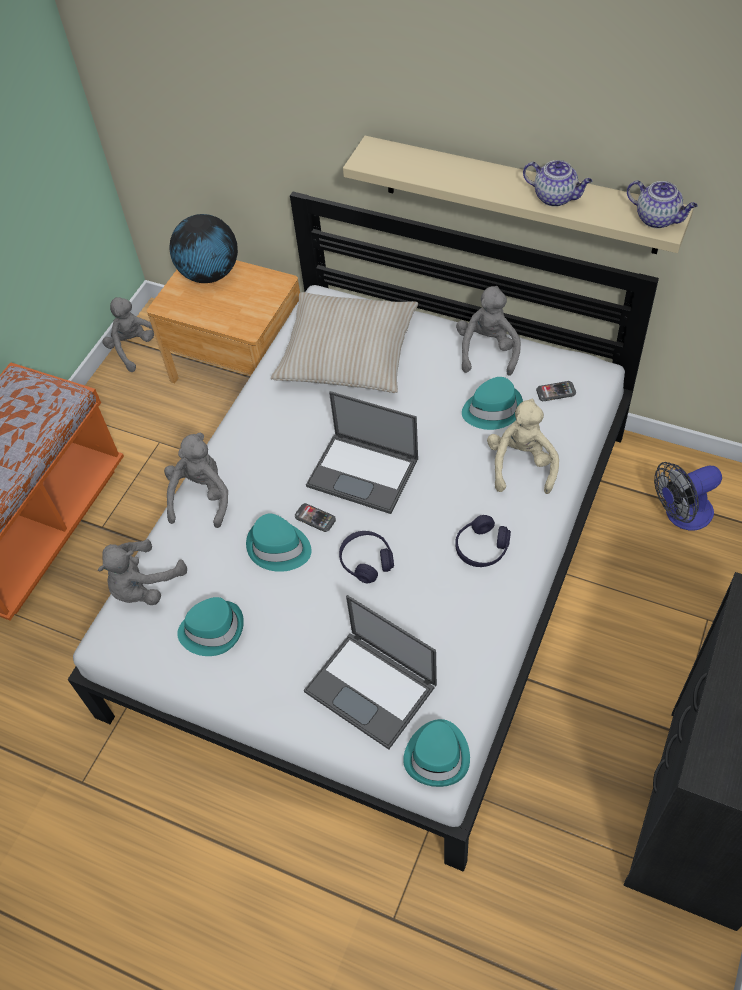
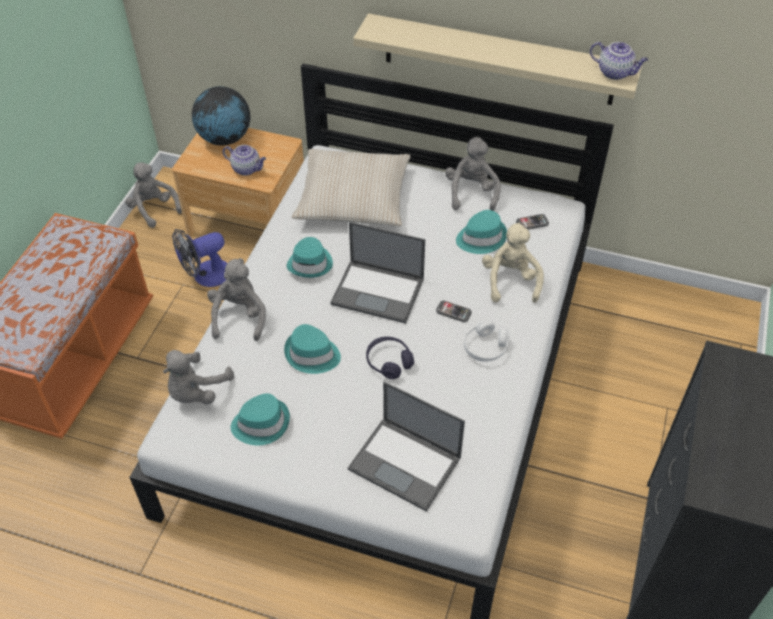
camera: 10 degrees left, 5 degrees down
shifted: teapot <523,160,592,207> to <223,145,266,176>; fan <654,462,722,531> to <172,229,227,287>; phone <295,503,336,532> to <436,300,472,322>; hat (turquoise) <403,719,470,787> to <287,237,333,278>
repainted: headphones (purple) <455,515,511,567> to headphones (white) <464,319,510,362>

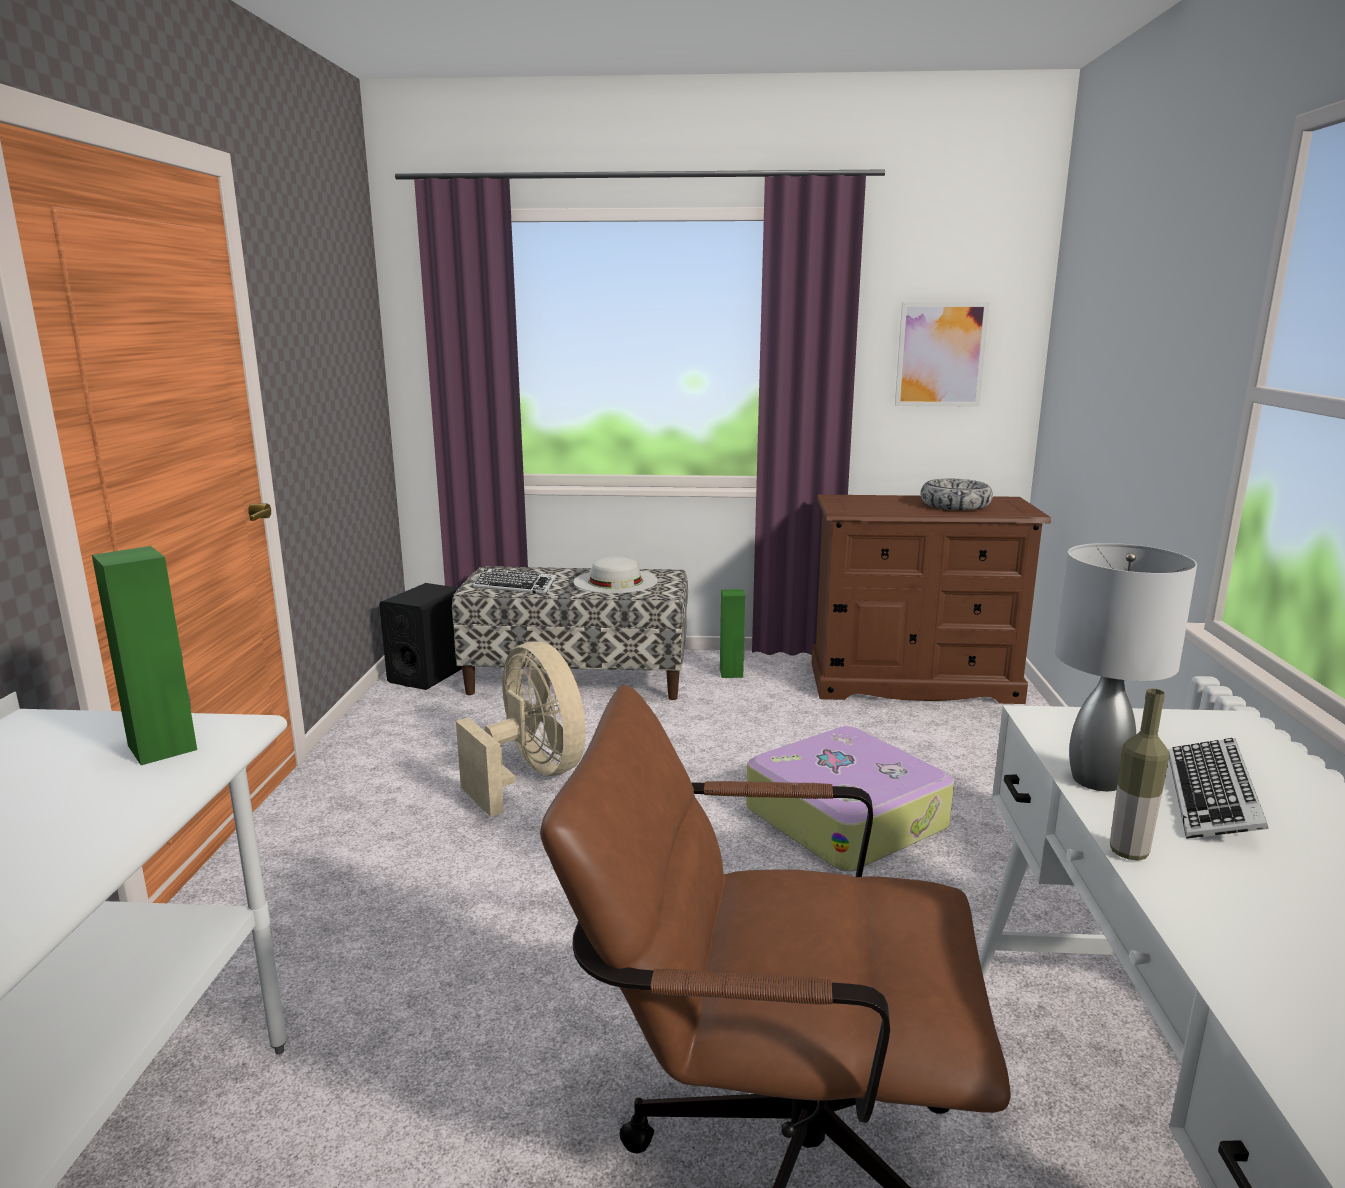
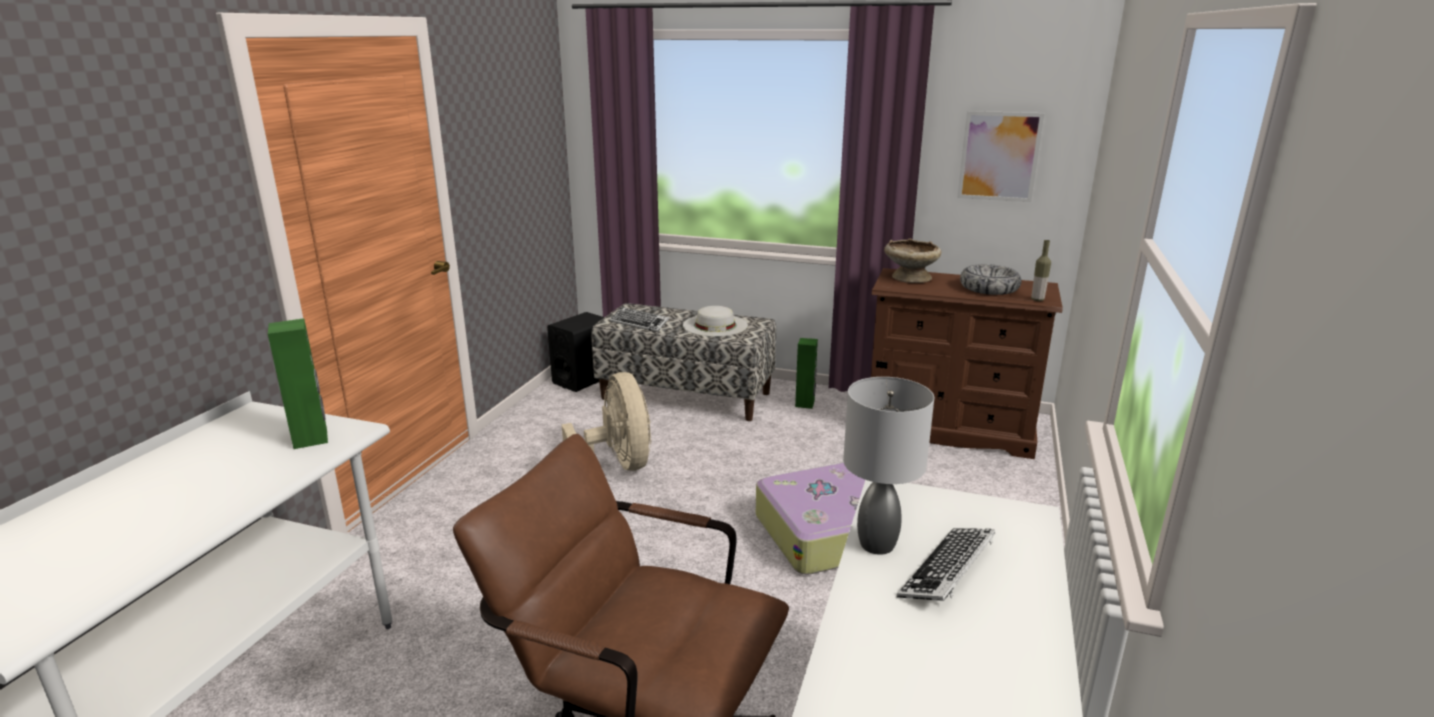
camera: 15 degrees right, 5 degrees up
new: bowl (beige) <884,238,941,283>
shifted: bottle <1110,689,1169,861> to <1031,240,1051,301>

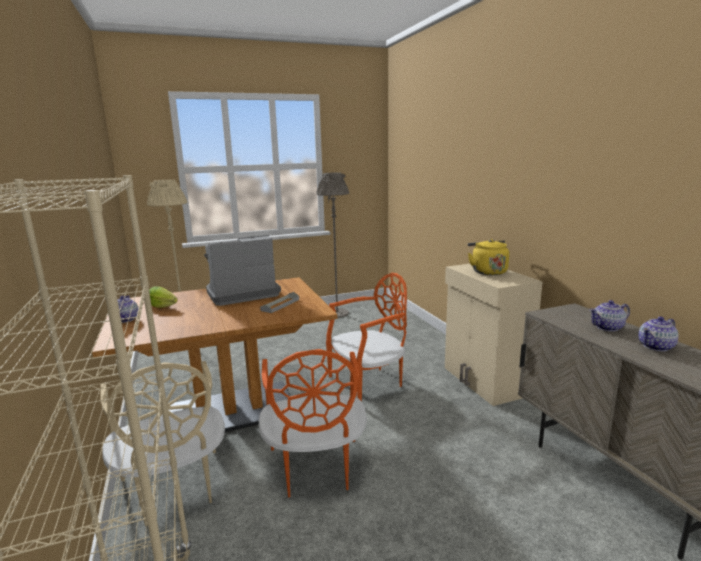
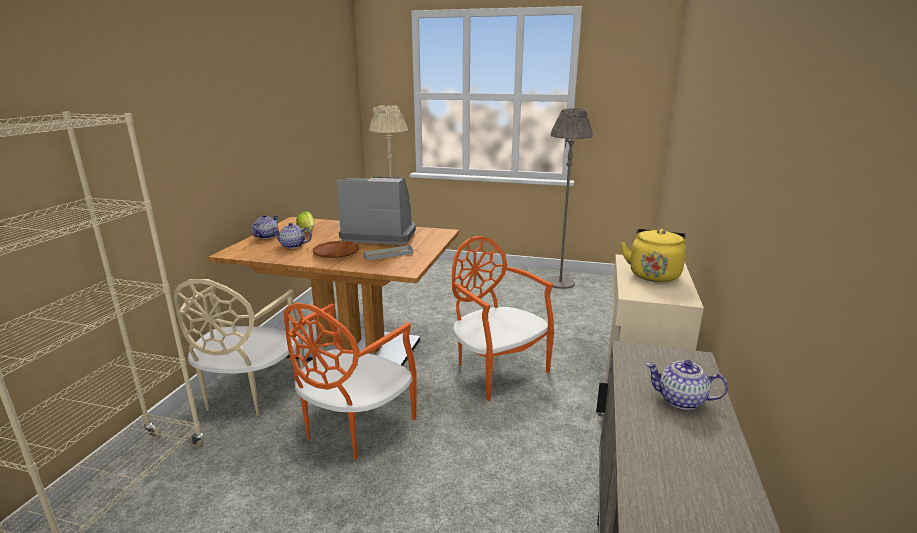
camera: 35 degrees right, 5 degrees up
new: plate (brown) <313,241,359,258>
shifted: teapot <638,316,679,351> to <272,223,312,249>
rotated: chair (orange) <326,273,407,401> = <452,236,554,401> 135 degrees counterclockwise

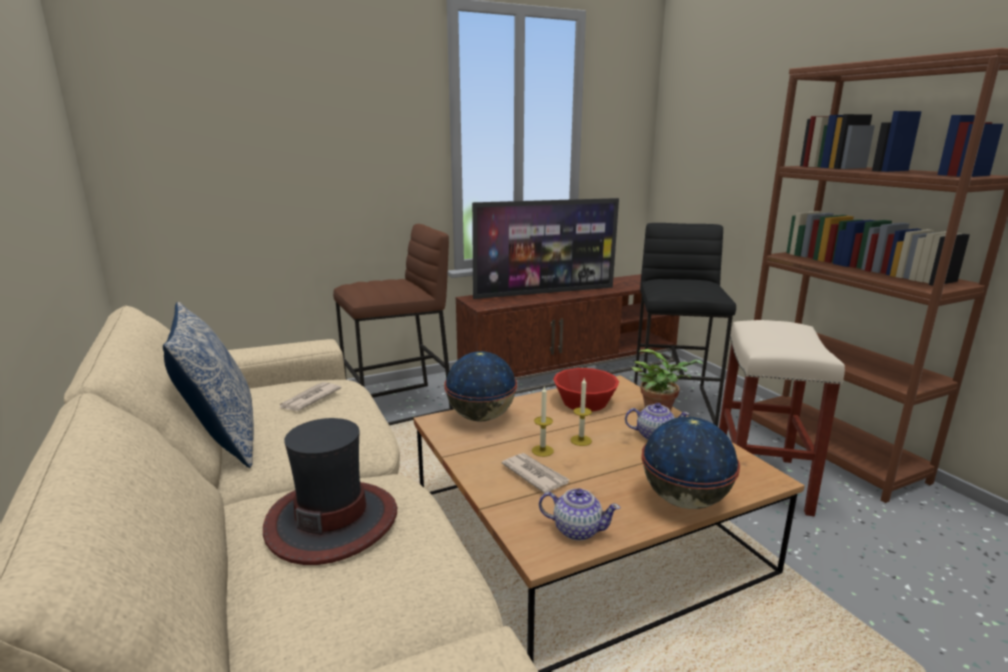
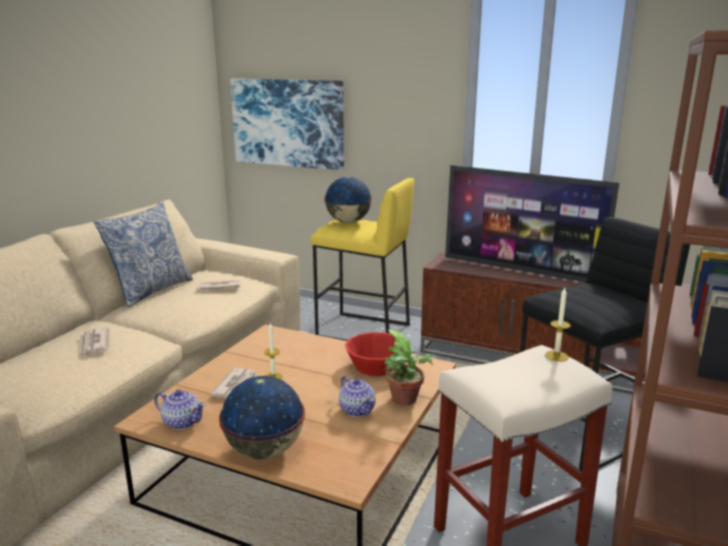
camera: 50 degrees right, 0 degrees up
new: picture <230,79,344,170>
shifted: globe <444,351,517,421> to <324,177,372,223>; candle <571,378,592,446> to <545,288,571,362>
swapped: hat <263,418,397,565> to newspaper <80,327,109,357>
repainted: stool (brown) <333,224,454,425> to stool (yellow) <310,178,414,341>
rotated: teapot <539,488,620,541> = <154,390,206,430> 45 degrees counterclockwise

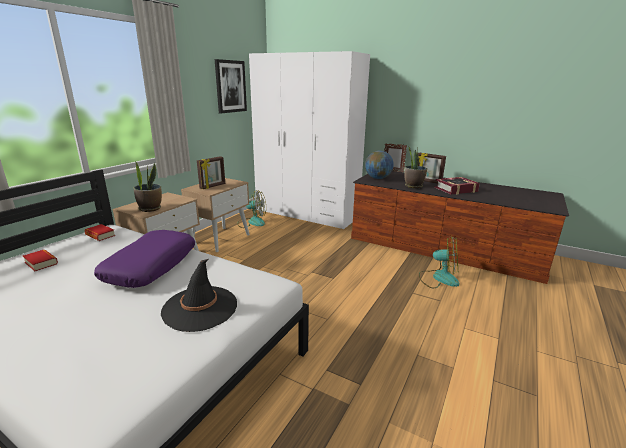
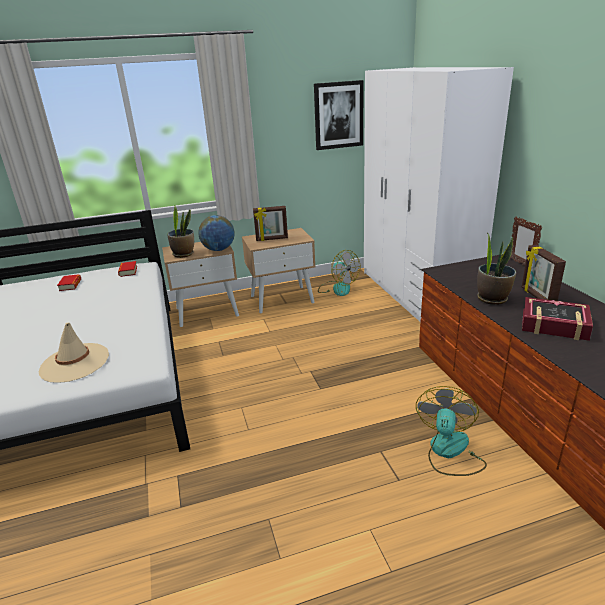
camera: 45 degrees right, 5 degrees up
gone: pillow (purple) <94,230,195,288>
shifted: globe <365,150,394,179> to <198,215,235,251>
repainted: hat (black) <161,259,237,332> to hat (beige) <39,322,109,383>
rotated: fan <419,235,459,288> = <416,386,487,476> 135 degrees counterclockwise

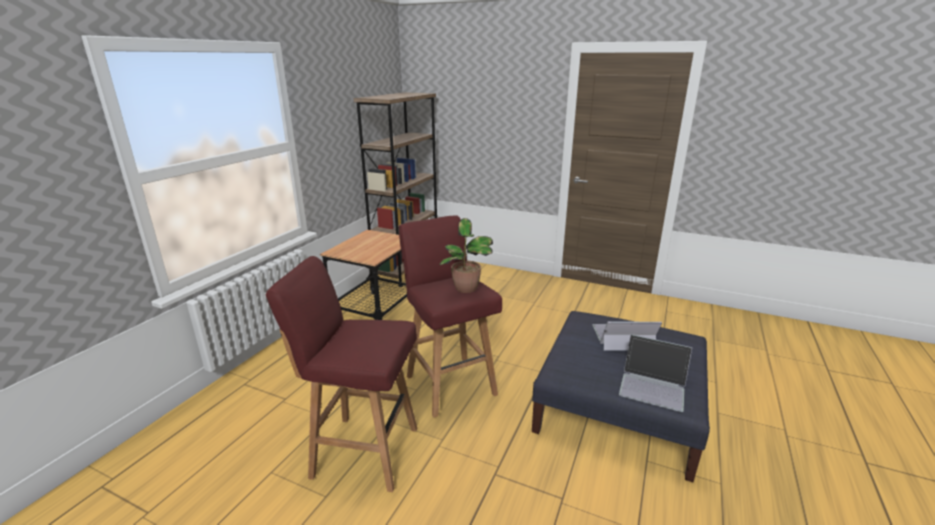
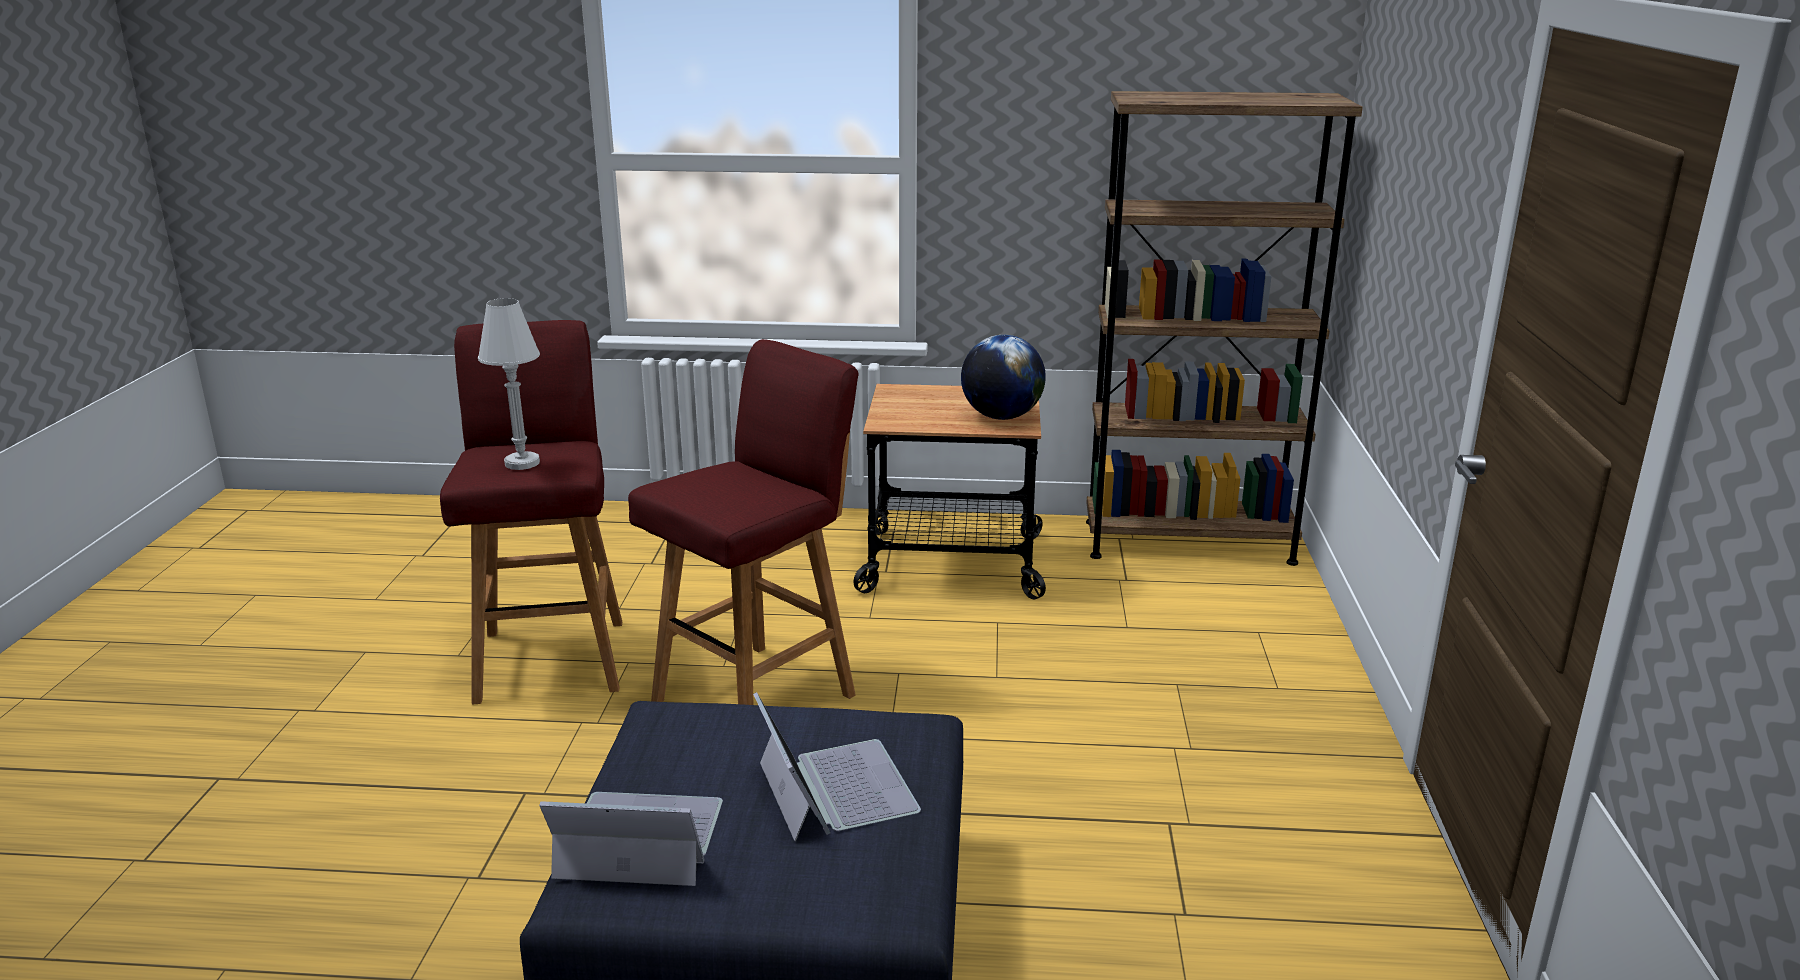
camera: 70 degrees right, 0 degrees up
gone: potted plant <439,218,493,293>
new: table lamp (white) <478,298,540,470>; globe <961,335,1046,420>
rotated: laptop <619,334,692,412> = <539,792,723,886> 90 degrees clockwise

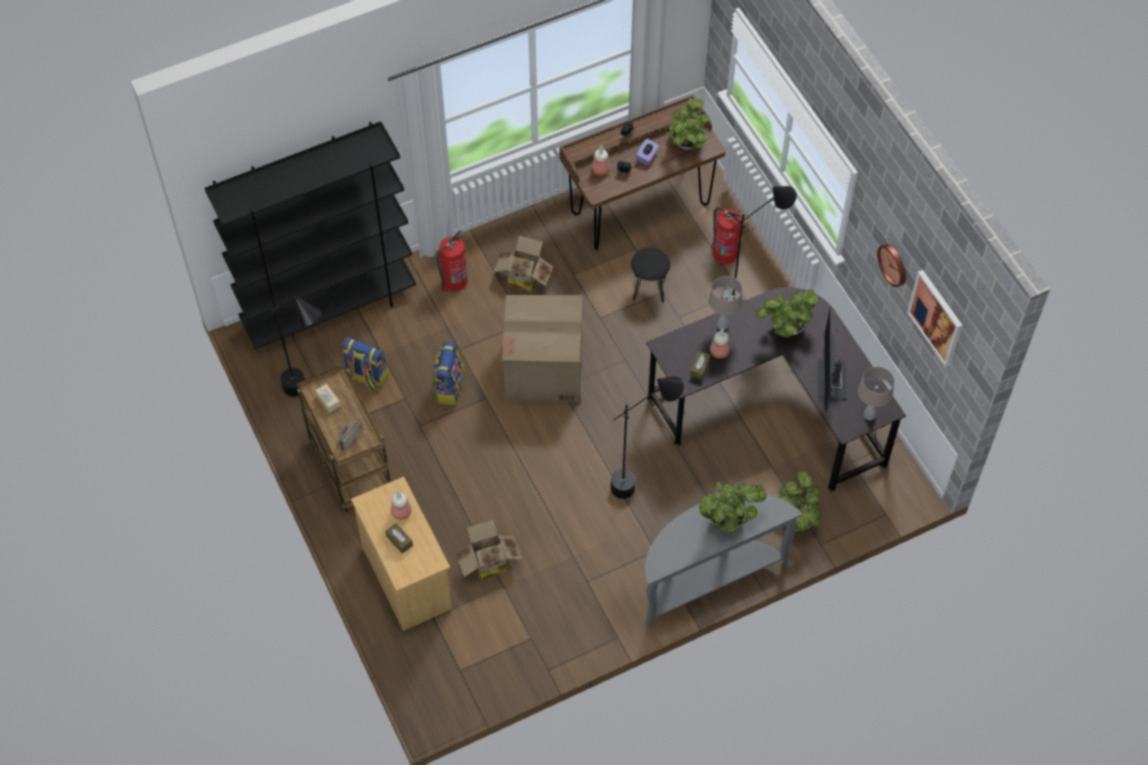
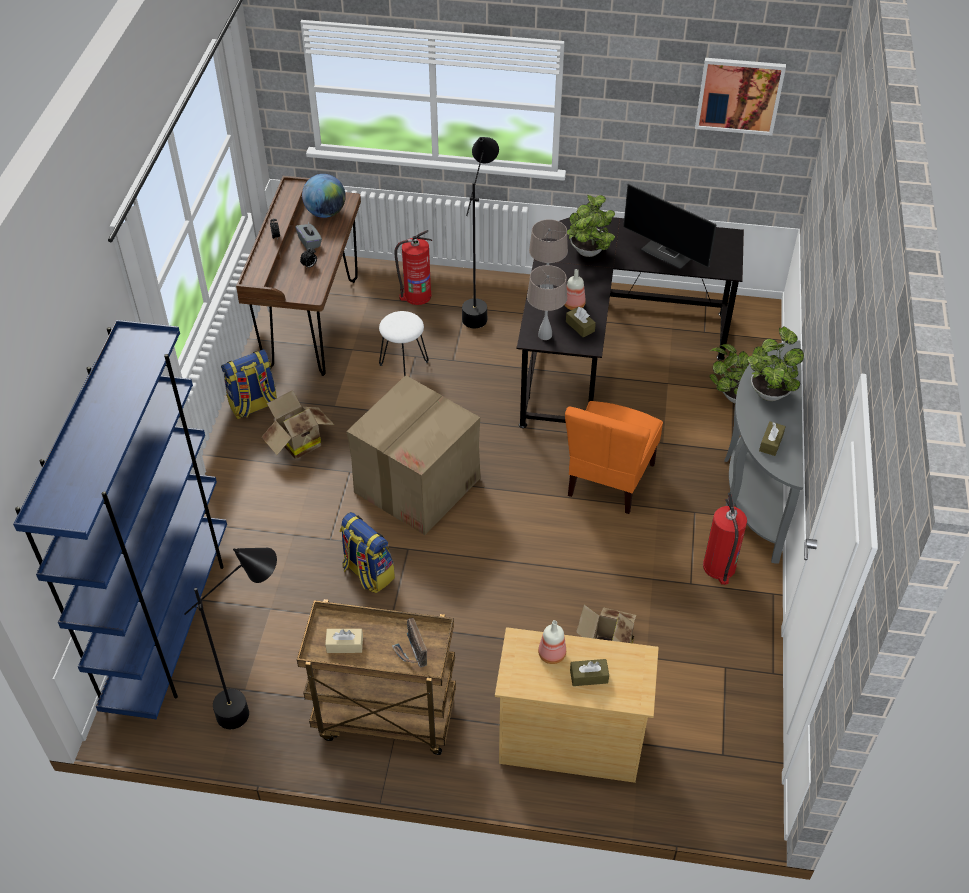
camera: 55 degrees left, 10 degrees down
gone: bottle <592,145,610,176>; wall clock <877,244,906,287>
new: tissue box (brown) <759,421,786,456>
shifted: fire extinguisher <437,230,468,292> to <703,493,747,585>; backpack <342,337,389,391> to <221,349,277,419>; table lamp (beige) <858,367,894,420> to <527,265,567,340>
swapped: potted plant <666,98,709,150> to globe <302,174,346,218>; floor lamp (black) <611,376,684,499> to chair (orange) <565,401,663,514>
repainted: bookcase (black) <205,121,416,350> to bookcase (blue) <13,320,227,719>; tissue box (purple) <636,138,659,165> to tissue box (grey) <295,221,322,250>; stool (black) <631,248,670,303> to stool (white) <379,311,428,376>

